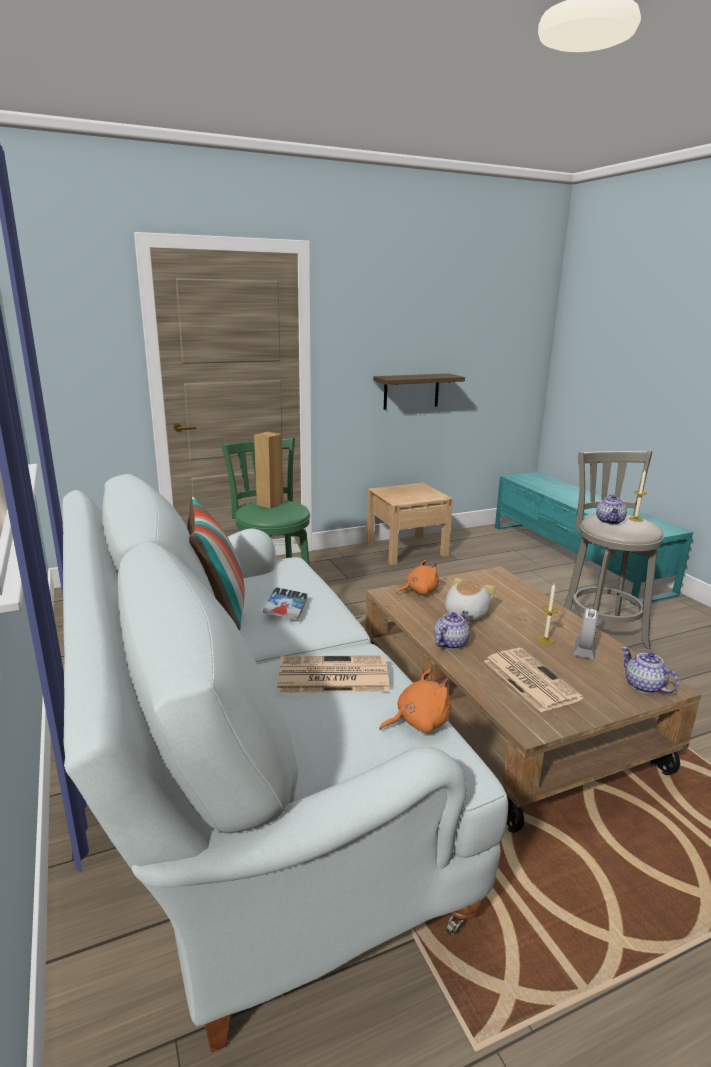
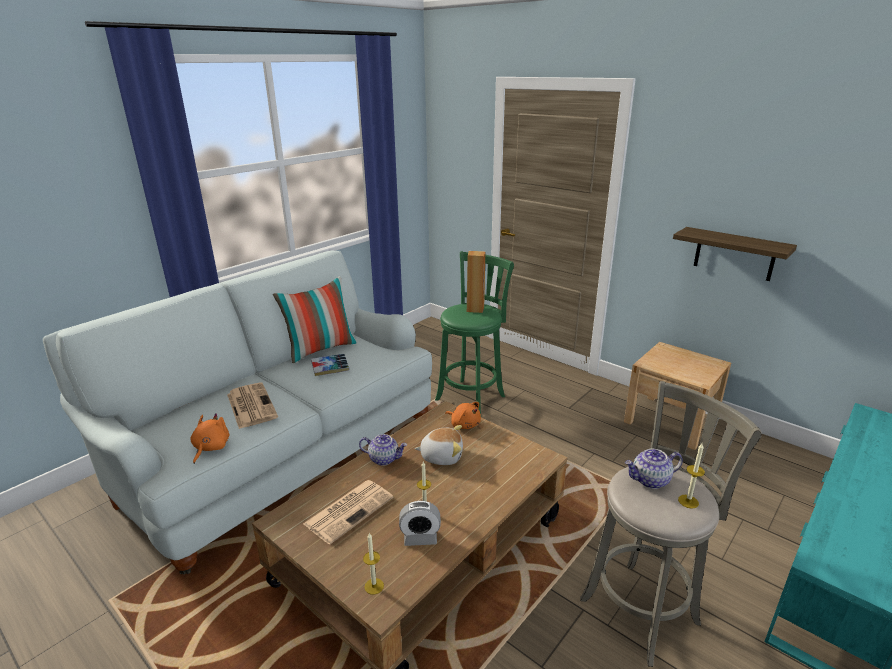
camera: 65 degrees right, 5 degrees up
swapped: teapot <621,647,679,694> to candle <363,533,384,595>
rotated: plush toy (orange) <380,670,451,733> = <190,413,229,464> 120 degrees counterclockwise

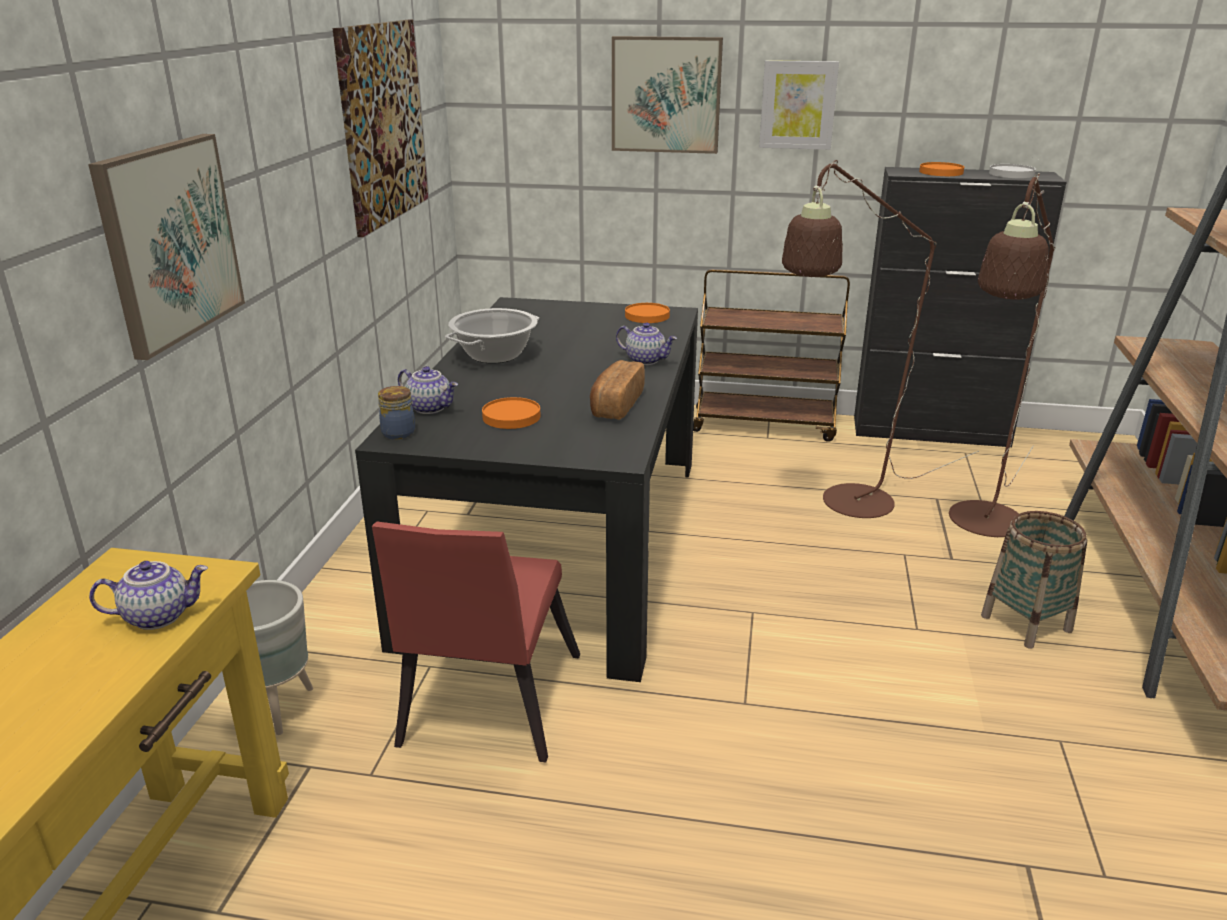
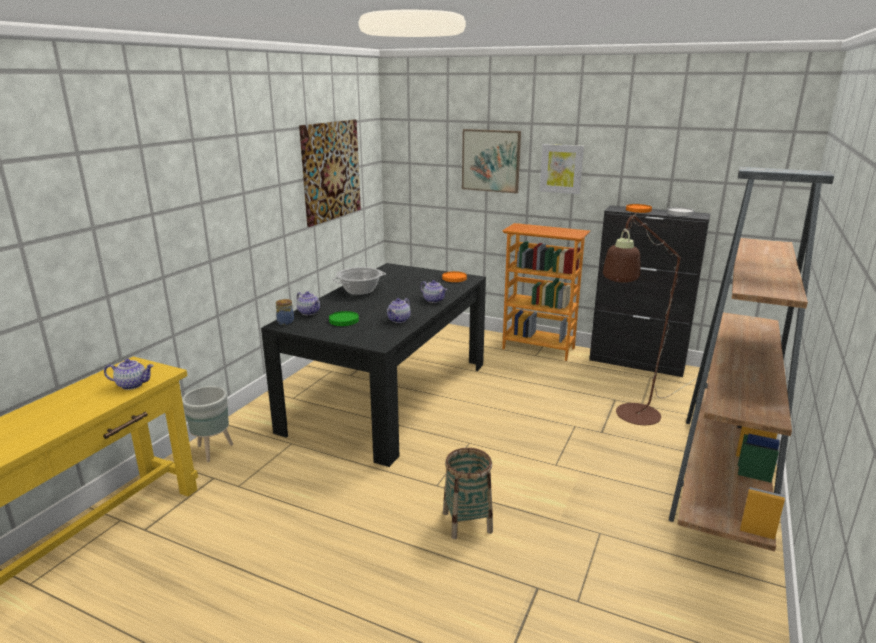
camera: 15 degrees right, 5 degrees down
gone: picture <88,134,245,360>; floor lamp (brown) <782,160,979,518>; chair (red) <372,521,580,762>
shifted: basket <981,511,1087,649> to <443,448,493,539>
swapped: cart (brown) <693,269,850,442> to bookcase <502,223,590,361>; bread <590,360,645,420> to teapot <387,298,411,323>
repainted: plate (orange) <482,397,541,429> to plate (green) <329,311,359,326>

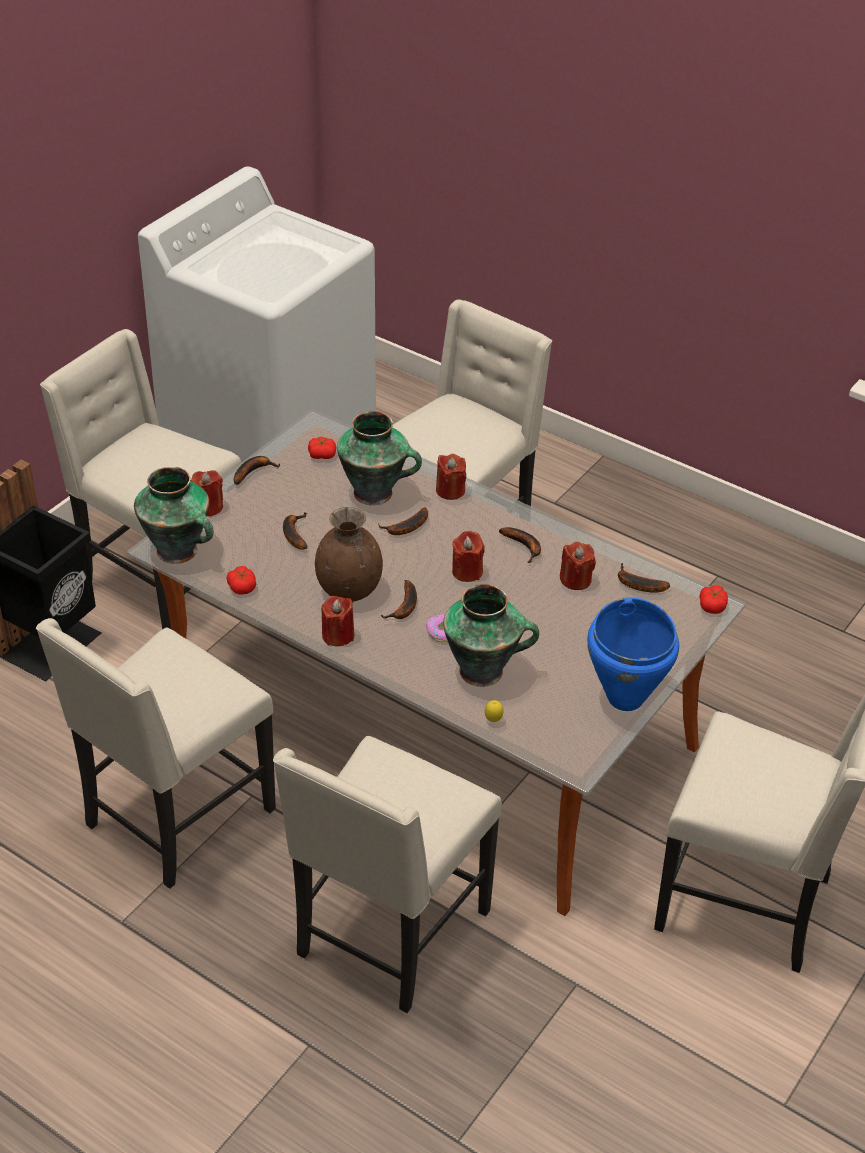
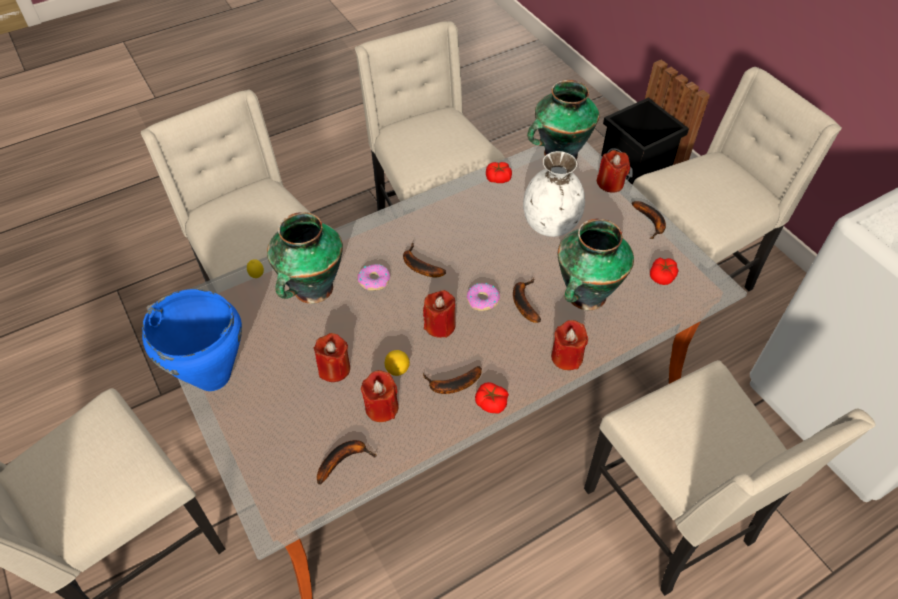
camera: 115 degrees right, 10 degrees up
gone: vase (brown) <315,507,383,602>
new: donut <467,283,500,311>; lemon <385,350,410,376>
shifted: tomato <700,585,728,614> to <475,382,509,413>; candle (red) <321,596,354,646> to <314,333,350,382>
swapped: banana <283,512,308,550> to vase (white) <523,151,585,237>

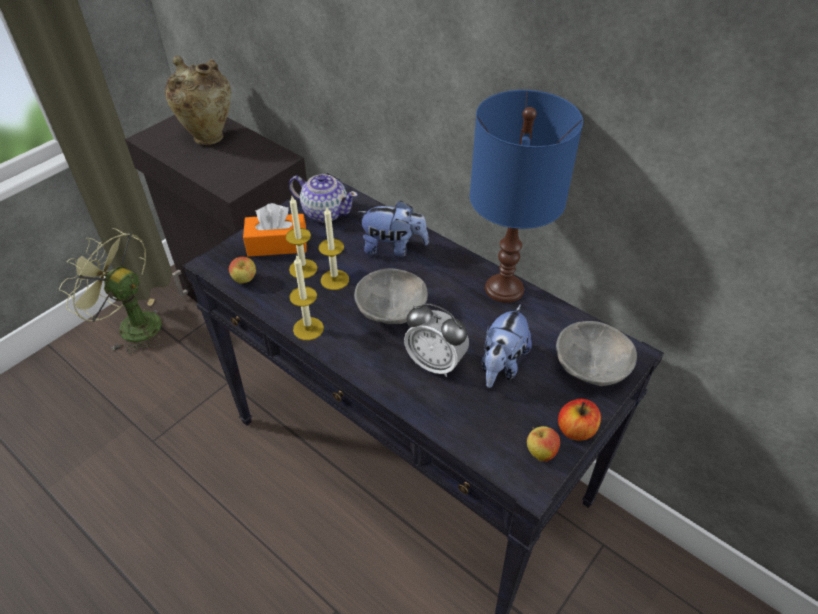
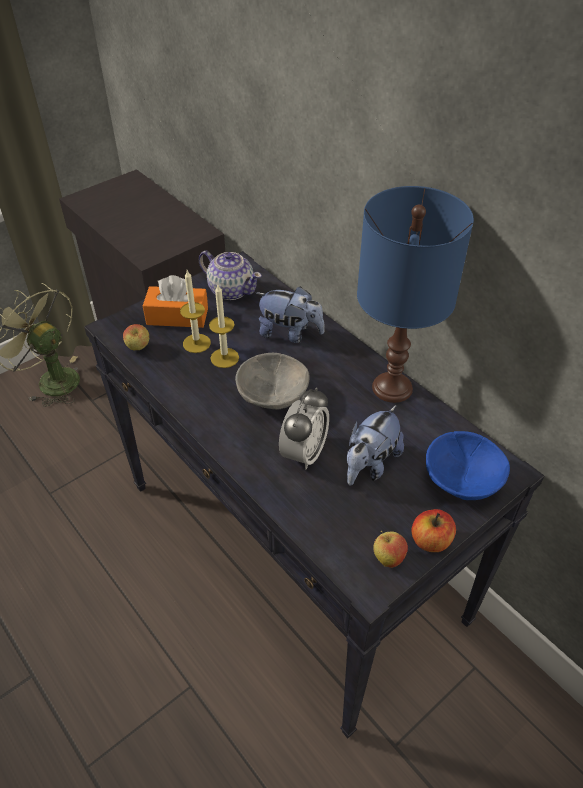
camera: 10 degrees right, 0 degrees up
gone: vase (beige) <165,55,231,145>; candle <289,255,324,340>
repainted: bowl (grey) <556,321,637,386> to bowl (blue) <426,431,510,500>
rotated: alarm clock <404,303,469,377> = <279,387,329,470> 105 degrees counterclockwise

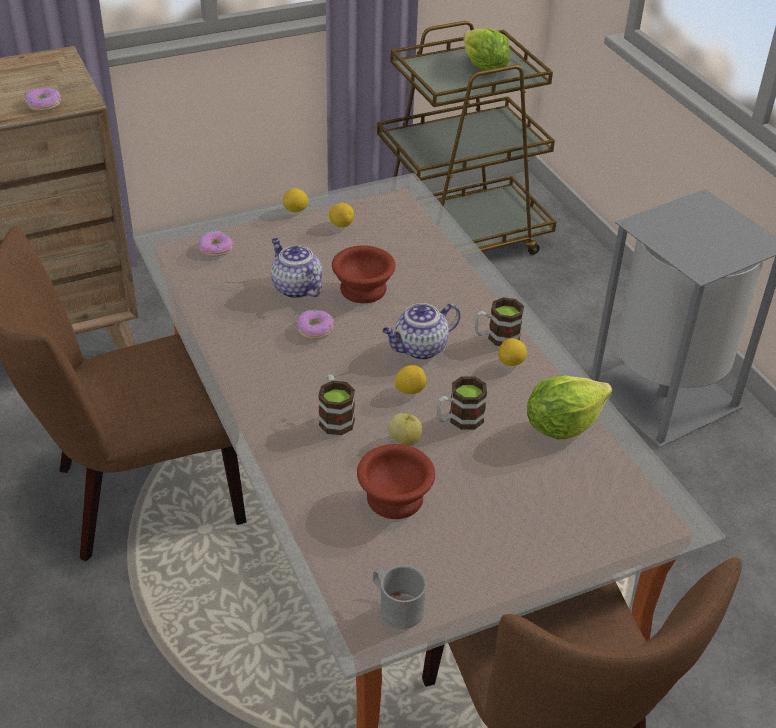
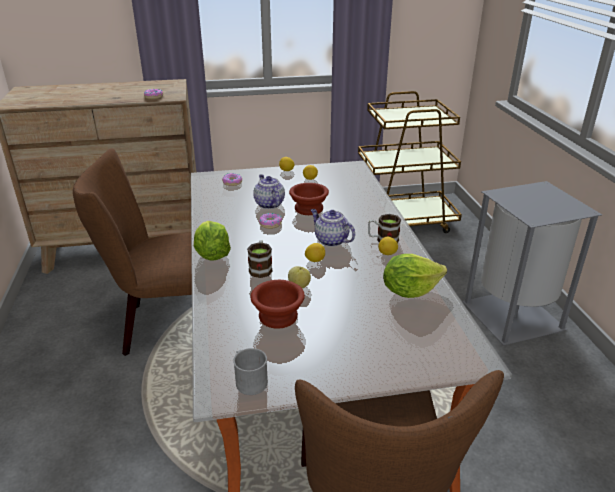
camera: 15 degrees right, 10 degrees down
gone: mug <436,376,487,430>
shifted: lettuce <463,28,510,71> to <194,221,231,260>
rotated: teapot <382,303,461,360> = <311,209,355,247> 60 degrees clockwise

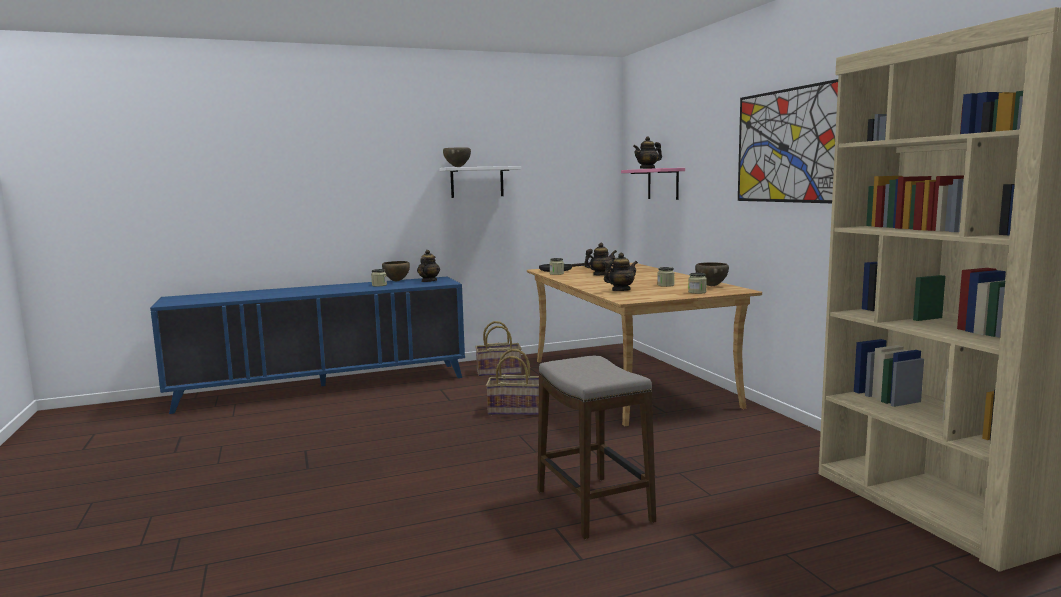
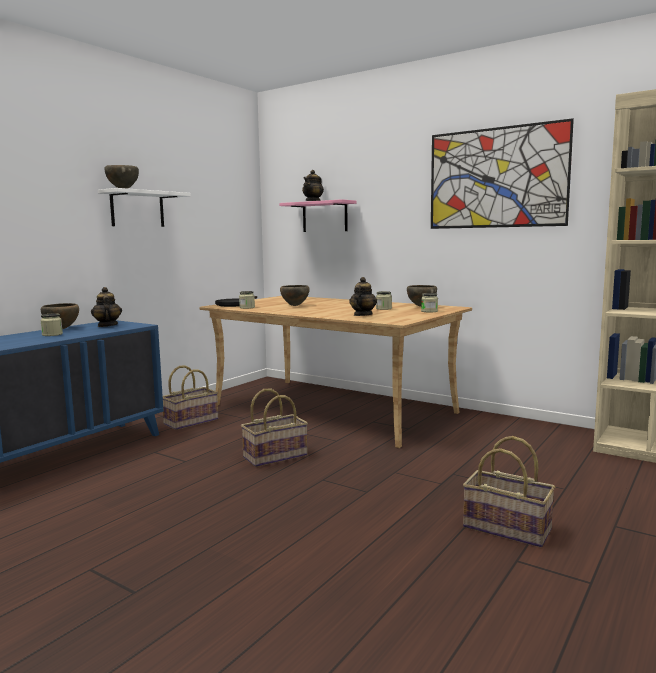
camera: 35 degrees left, 0 degrees up
swapped: teapot <584,243,617,275> to bowl (brown) <280,285,310,306>; stool <537,356,656,539> to basket <463,436,555,547>

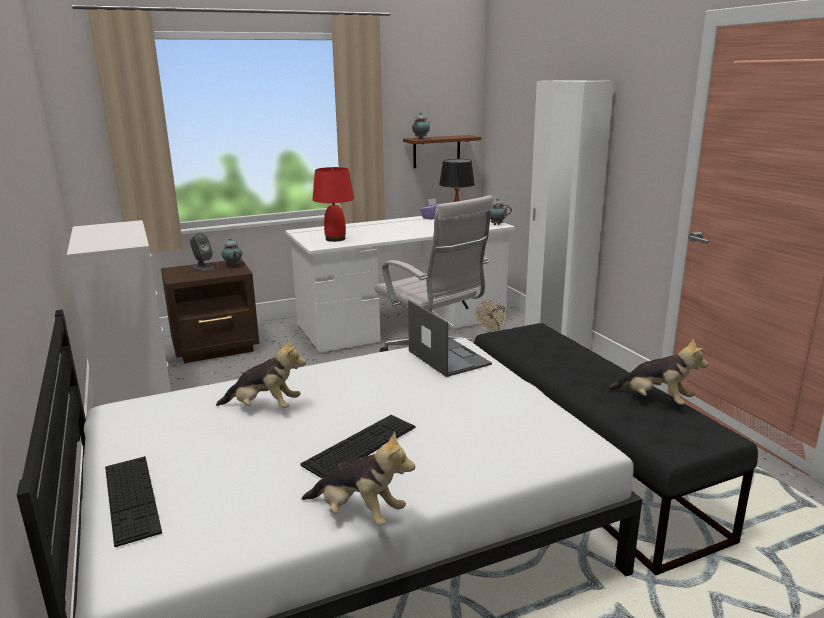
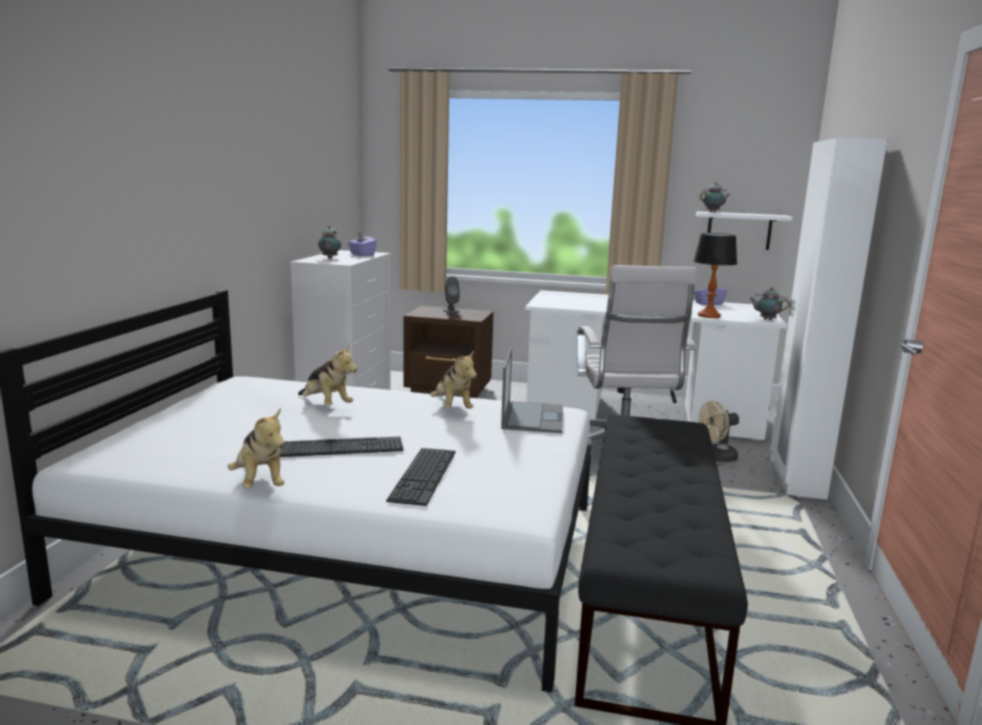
camera: 35 degrees right, 5 degrees down
gone: table lamp (red) <312,167,354,242>
new: tissue box (purple) <348,232,377,256>
shifted: teapot <221,238,242,266> to <318,226,341,259>; plush toy <607,338,708,405> to <430,350,477,409>; keyboard <105,456,162,547> to <386,448,455,506>
repainted: shelf (brown) <403,135,481,168> to shelf (white) <696,211,793,250>

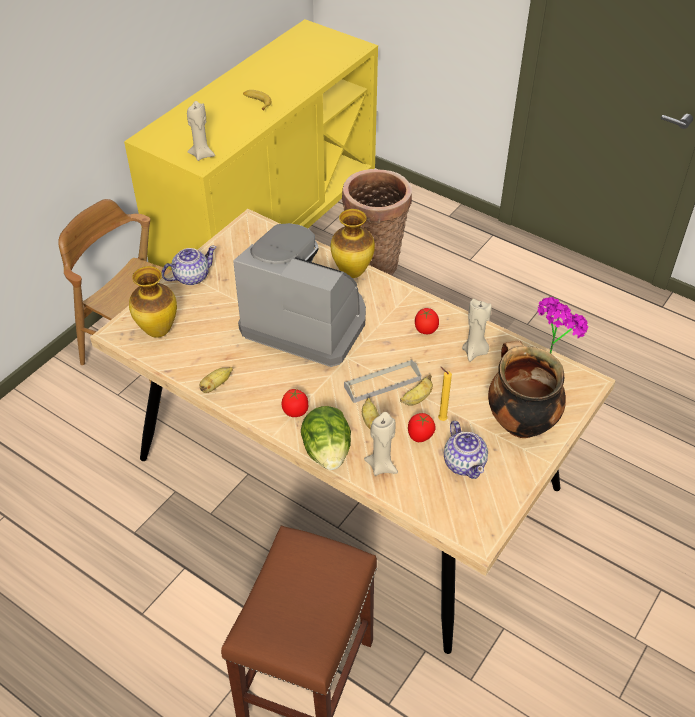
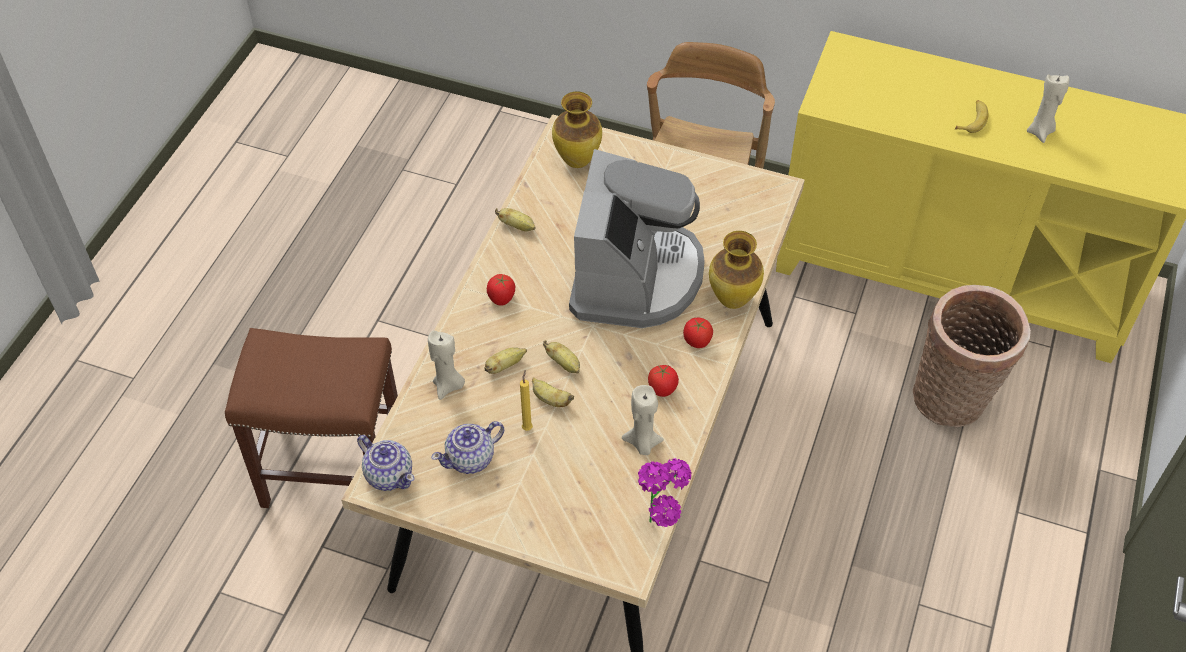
camera: 75 degrees right, 5 degrees up
gone: cooking pot <488,341,566,438>; lettuce <301,406,351,470>
shifted: candle (beige) <187,101,215,161> to <1027,74,1069,143>; teapot <162,246,216,285> to <357,435,414,491>; tomato <408,413,436,442> to <683,318,713,348>
swapped: tray (grey) <344,360,421,403> to banana <543,340,580,374>

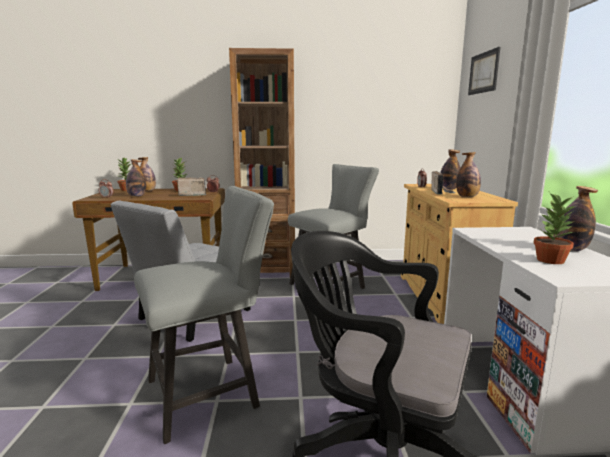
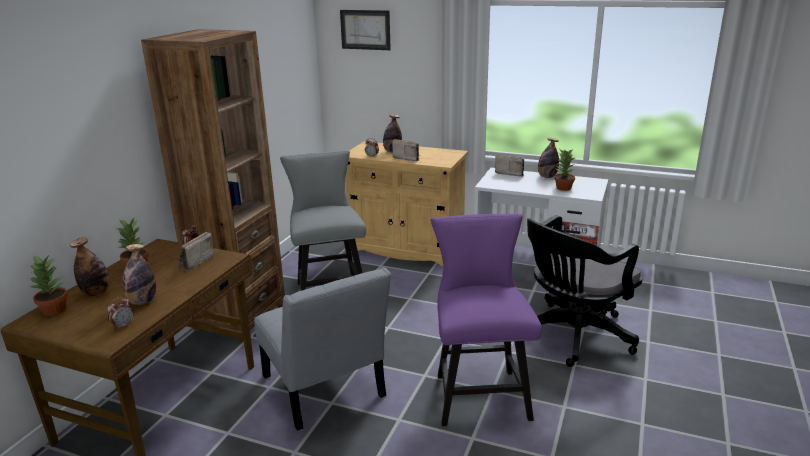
camera: 65 degrees left, 10 degrees up
gone: bottle <456,152,481,197>
new: radio <495,154,524,177>
repainted: chair (grey) <134,186,274,444> to chair (purple) <431,214,542,426>

